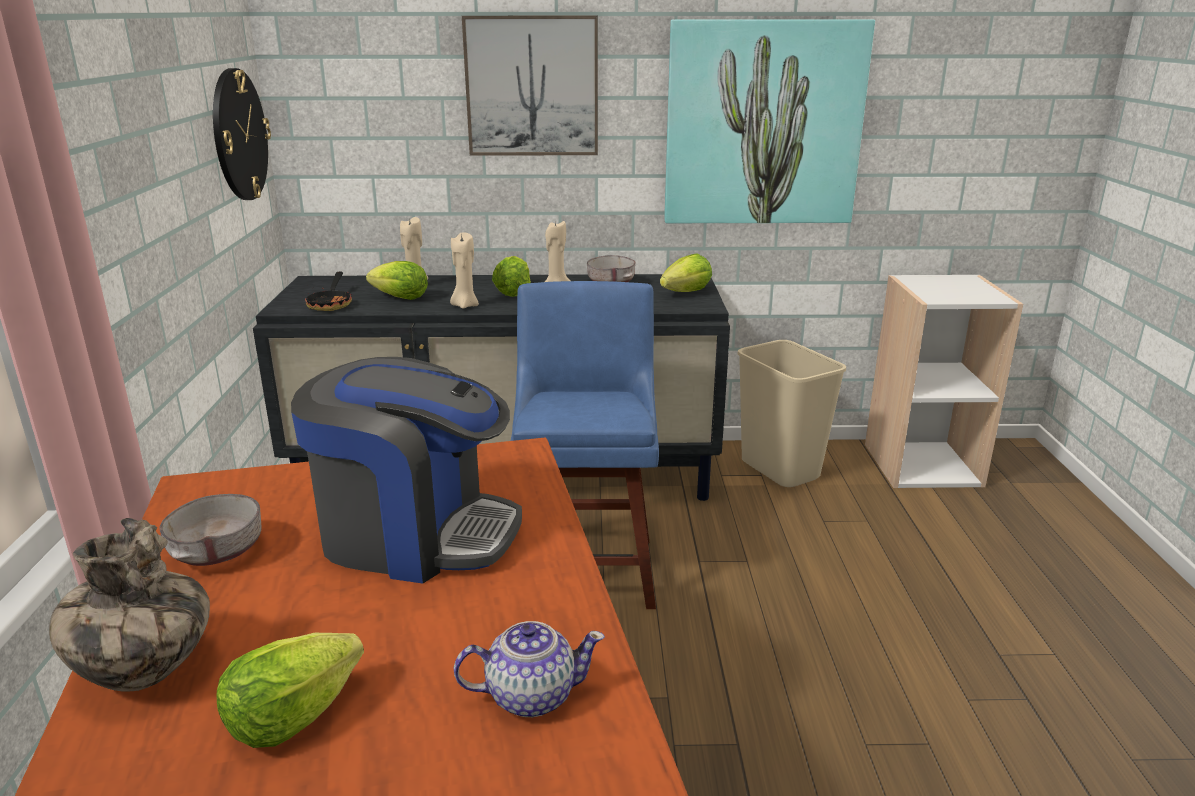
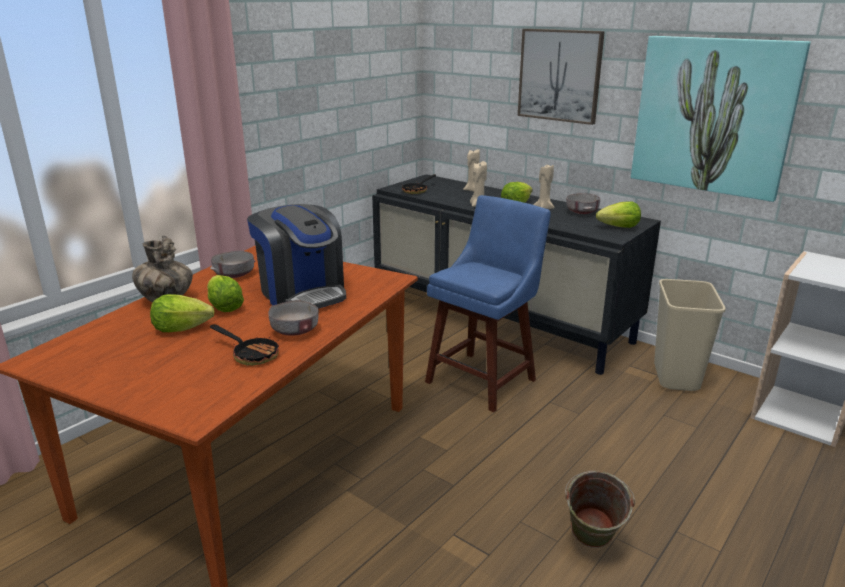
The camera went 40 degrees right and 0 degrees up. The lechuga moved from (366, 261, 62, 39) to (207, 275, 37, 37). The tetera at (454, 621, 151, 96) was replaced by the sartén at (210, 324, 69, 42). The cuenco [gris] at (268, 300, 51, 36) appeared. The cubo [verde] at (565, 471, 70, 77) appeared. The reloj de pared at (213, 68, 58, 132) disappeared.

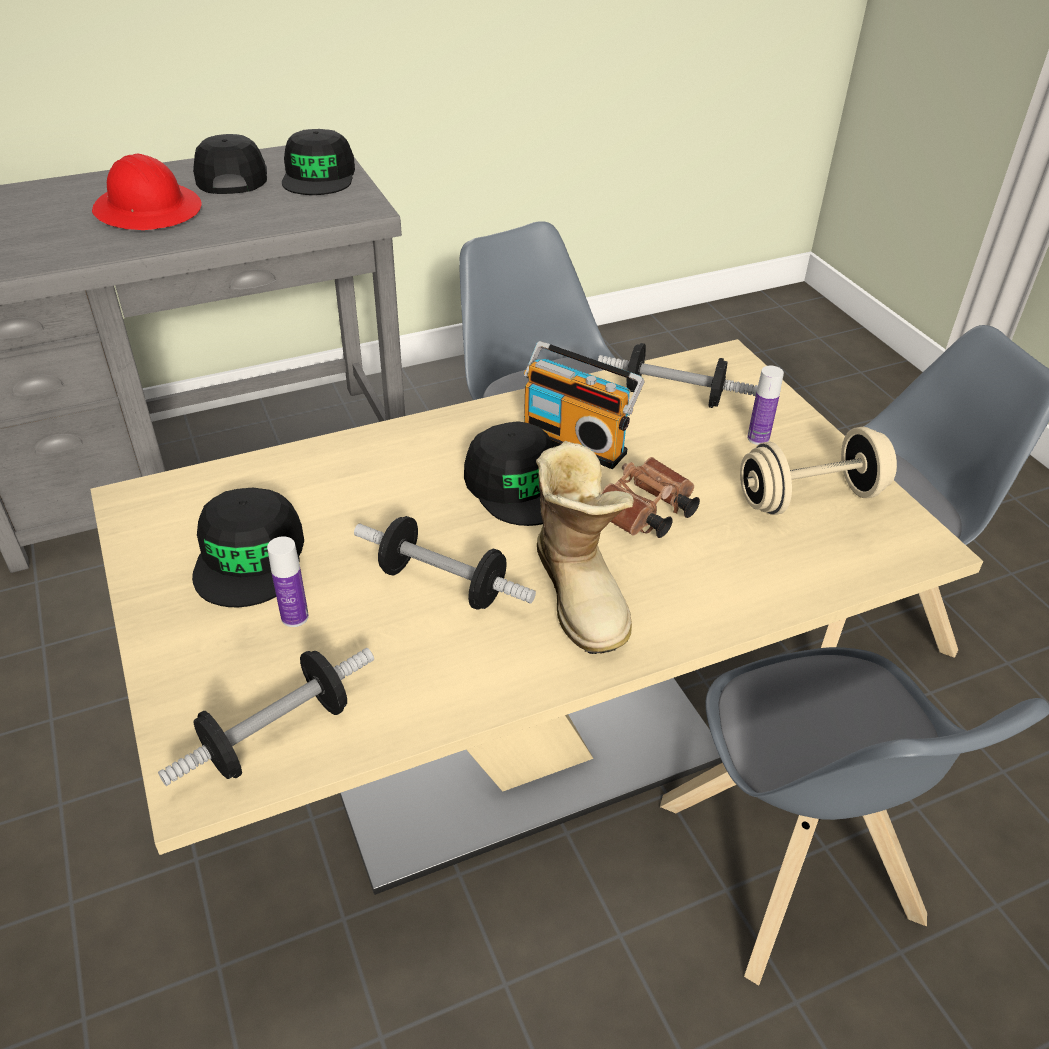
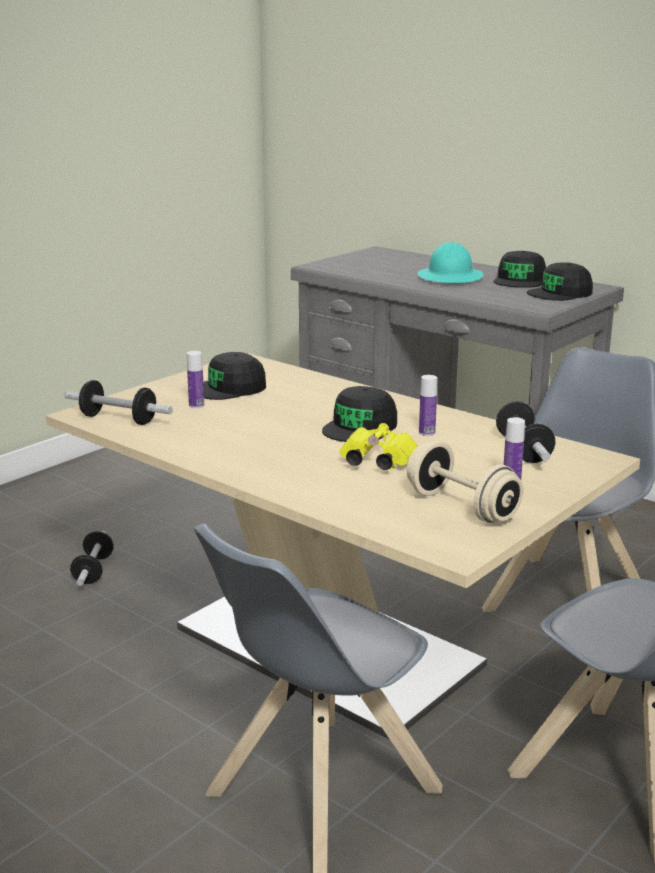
The camera went 65 degrees right and 20 degrees down. The mancuerna moved from (354, 516, 182, 94) to (70, 531, 44, 55). The prismáticos [marrón] at (601, 457, 99, 81) became the prismáticos [amarillo] at (339, 423, 79, 48). The casco [rojo] at (92, 154, 110, 76) became the casco [turquesa] at (418, 242, 65, 41). The radio at (524, 341, 120, 128) was replaced by the botella at (419, 375, 18, 61). The gorra [negro] at (193, 134, 74, 60) turned 150 degrees clockwise. The bota at (536, 441, 98, 213) disappeared.

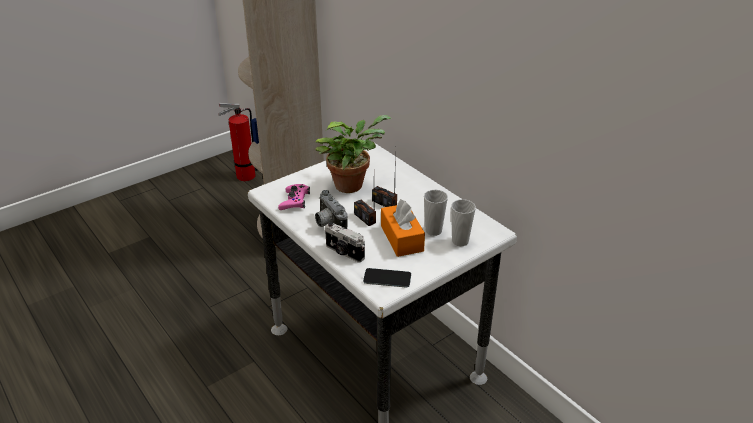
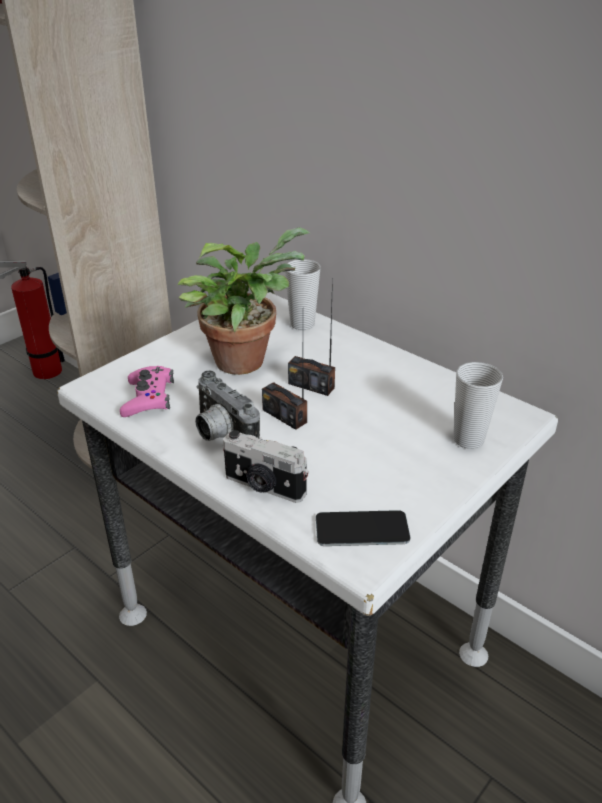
The camera went 10 degrees left and 0 degrees up. The taza moved from (424, 190, 24, 46) to (285, 259, 36, 71). The caja de pañuelos [naranja] at (381, 199, 44, 58) disappeared.

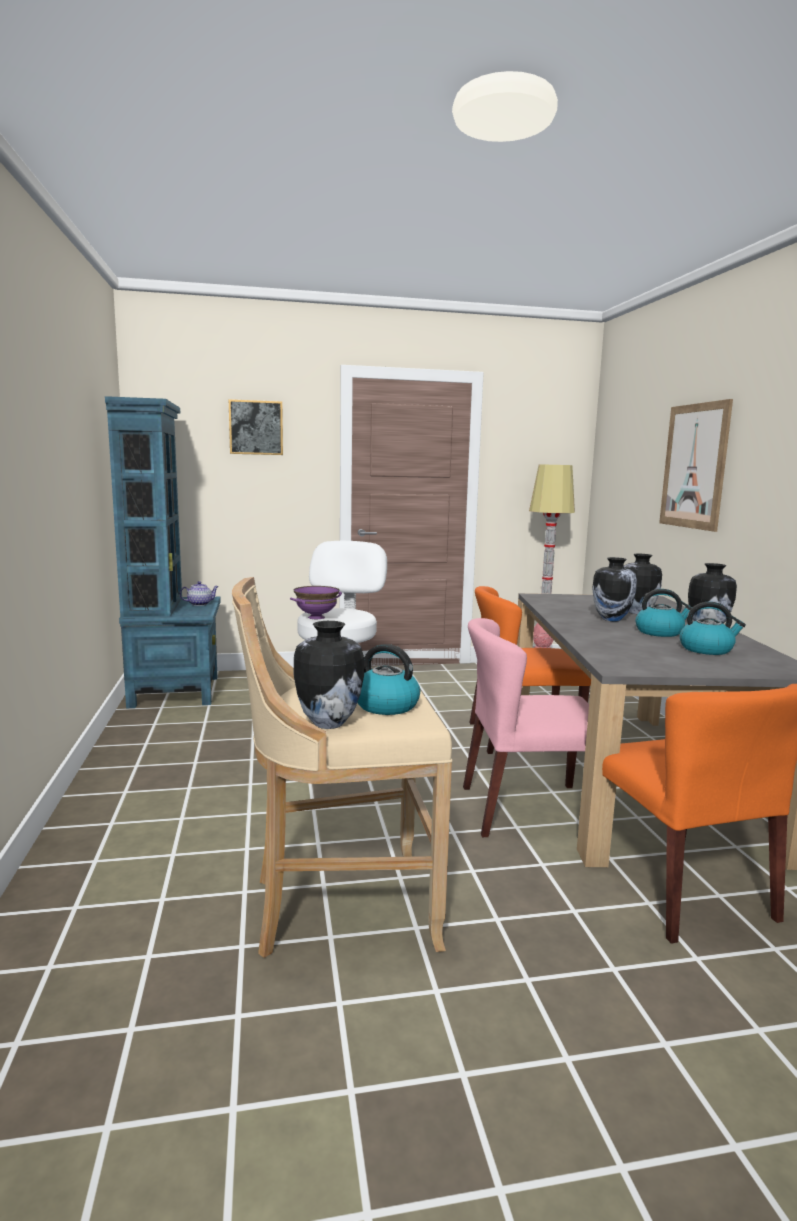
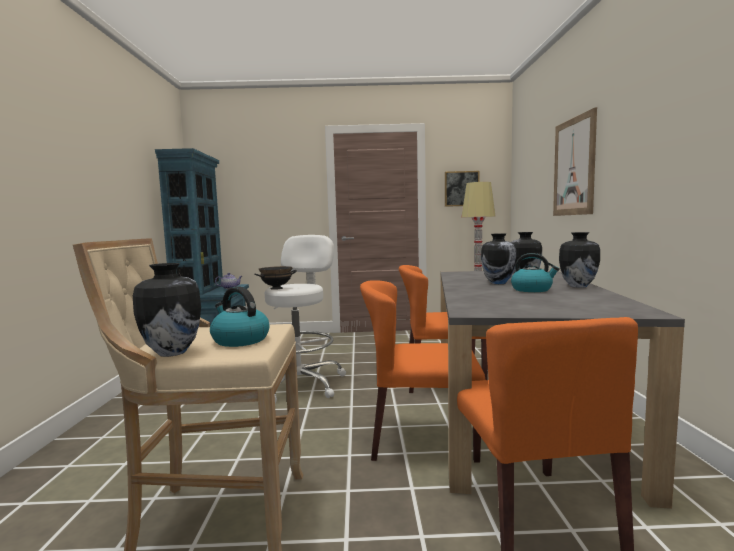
The camera went 10 degrees right and 5 degrees down. The cuenco [morado] at (290, 586, 52, 33) became the cuenco [negro] at (254, 266, 43, 24). The silla [rosa] at (463, 618, 126, 219) became the silla [naranja] at (360, 280, 126, 183). The cuadro moved from (229, 399, 54, 56) to (445, 171, 34, 36). The hervidor at (680, 602, 66, 53) disappeared.

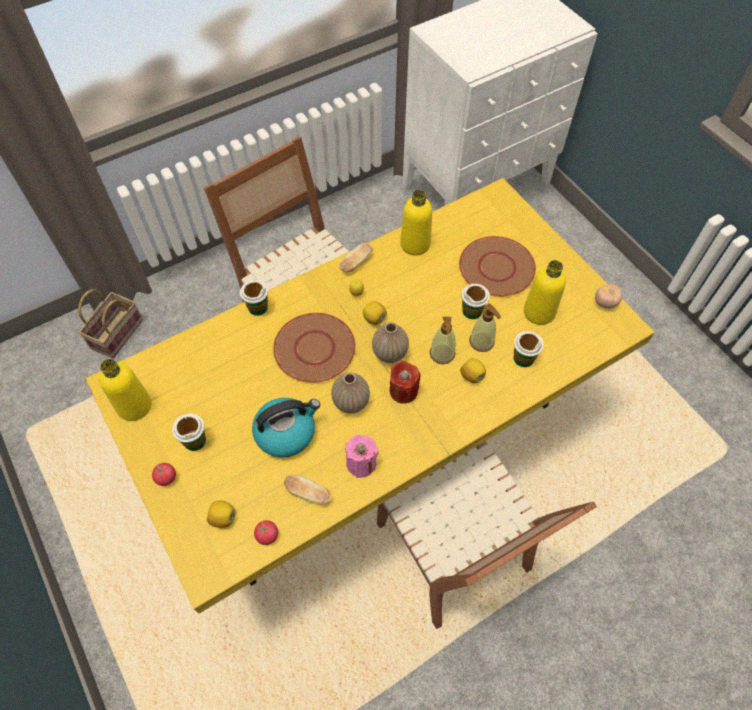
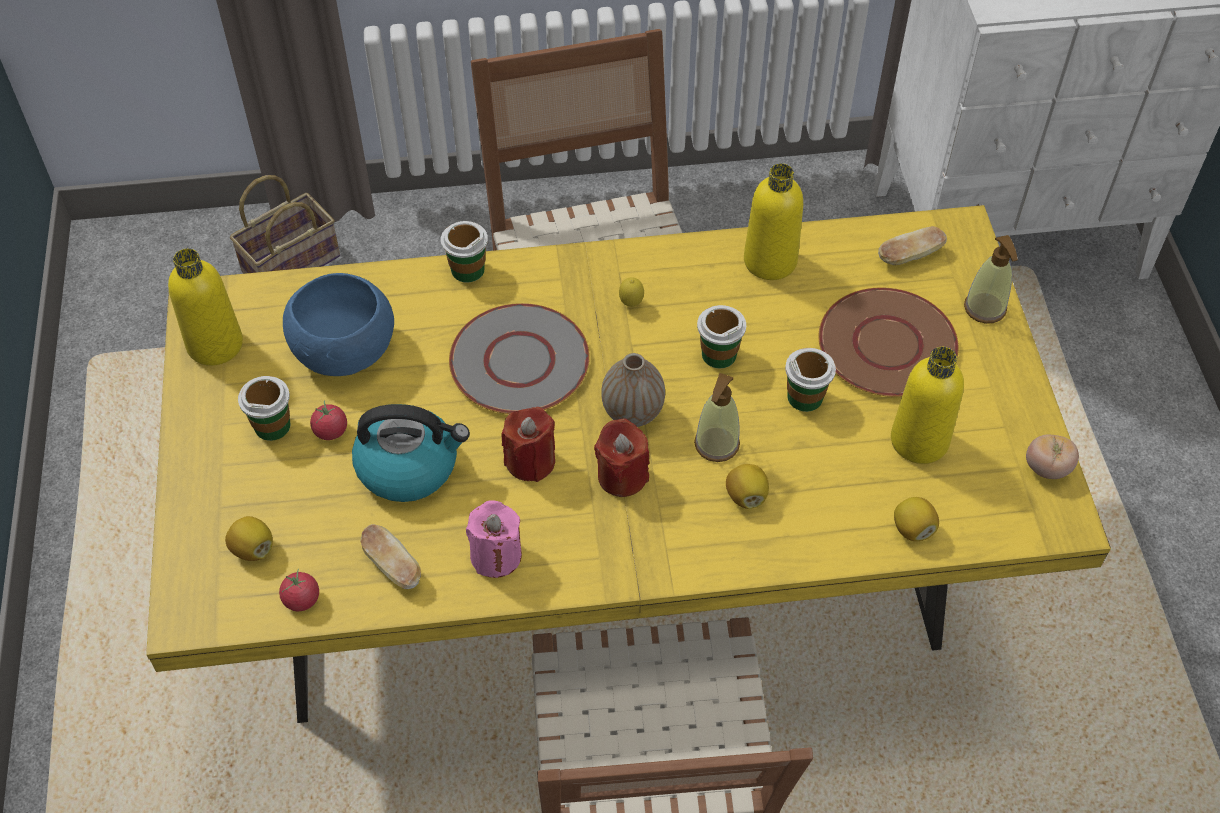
The camera went 25 degrees right and 5 degrees down. The cuenco [azul] at (283, 273, 111, 103) appeared. The tomate moved from (152, 463, 24, 23) to (310, 400, 37, 40). The plato [marrón] at (273, 313, 83, 70) became the plato [gris] at (449, 303, 141, 111). The florero at (331, 373, 39, 40) was replaced by the vela [rojo] at (502, 407, 53, 75). The taza moved from (513, 331, 31, 36) to (697, 305, 49, 64). The pan moved from (339, 243, 34, 29) to (878, 226, 69, 39). The limón moved from (363, 301, 24, 24) to (894, 497, 45, 44). The dispensador de jabón moved from (469, 303, 32, 49) to (964, 235, 54, 89).

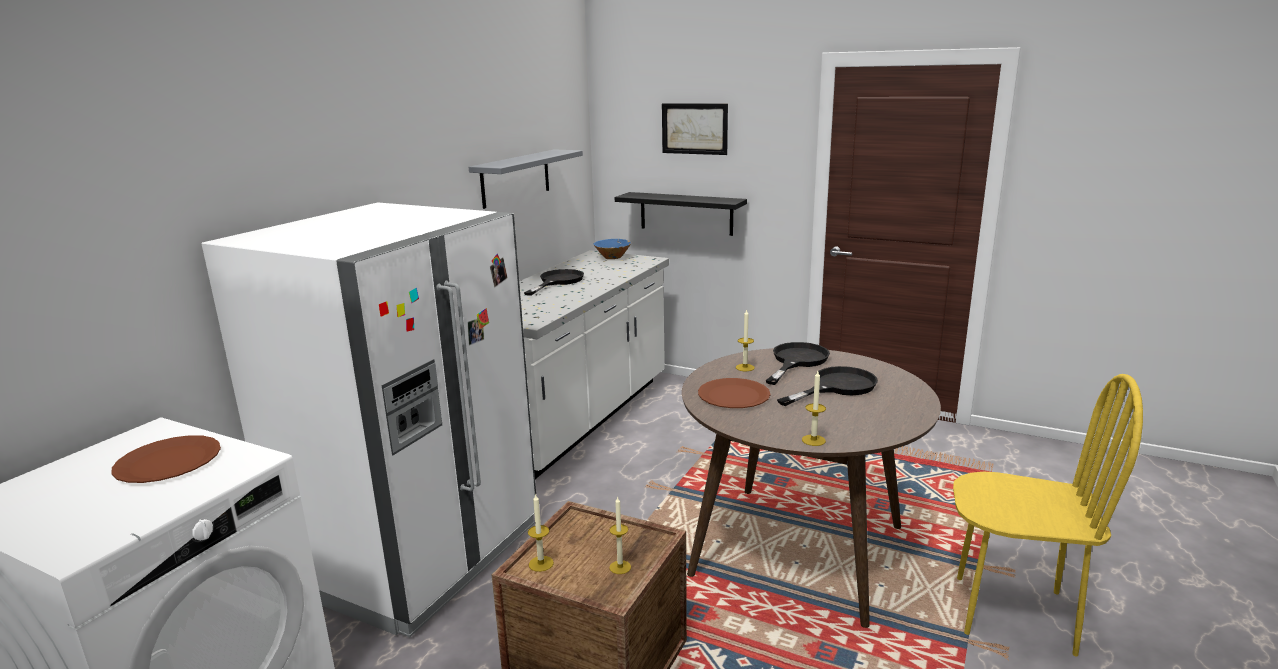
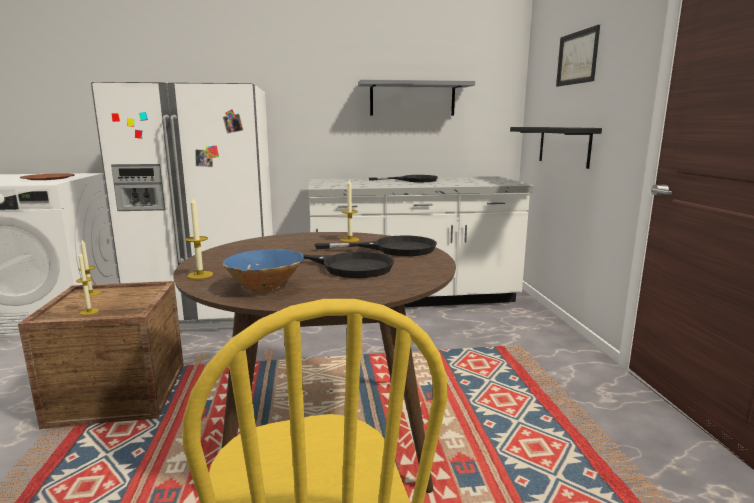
The camera went 55 degrees right and 5 degrees down. The cuenco [azul] moved from (594, 239, 37, 20) to (223, 249, 81, 43). The plato [marrón] at (698, 378, 72, 30) disappeared.

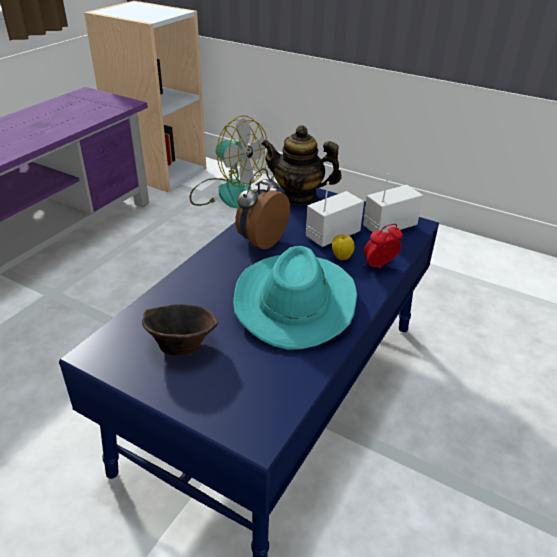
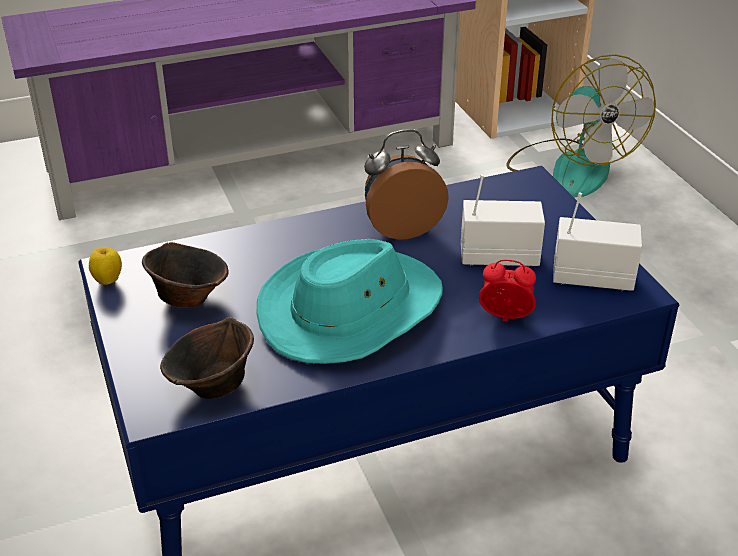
The camera went 40 degrees right and 0 degrees up. The manzana moved from (332, 235, 23, 25) to (89, 247, 33, 38). The cuenco [marrón] at (160, 317, 94, 82) appeared. The tetera at (261, 125, 81, 80) disappeared.

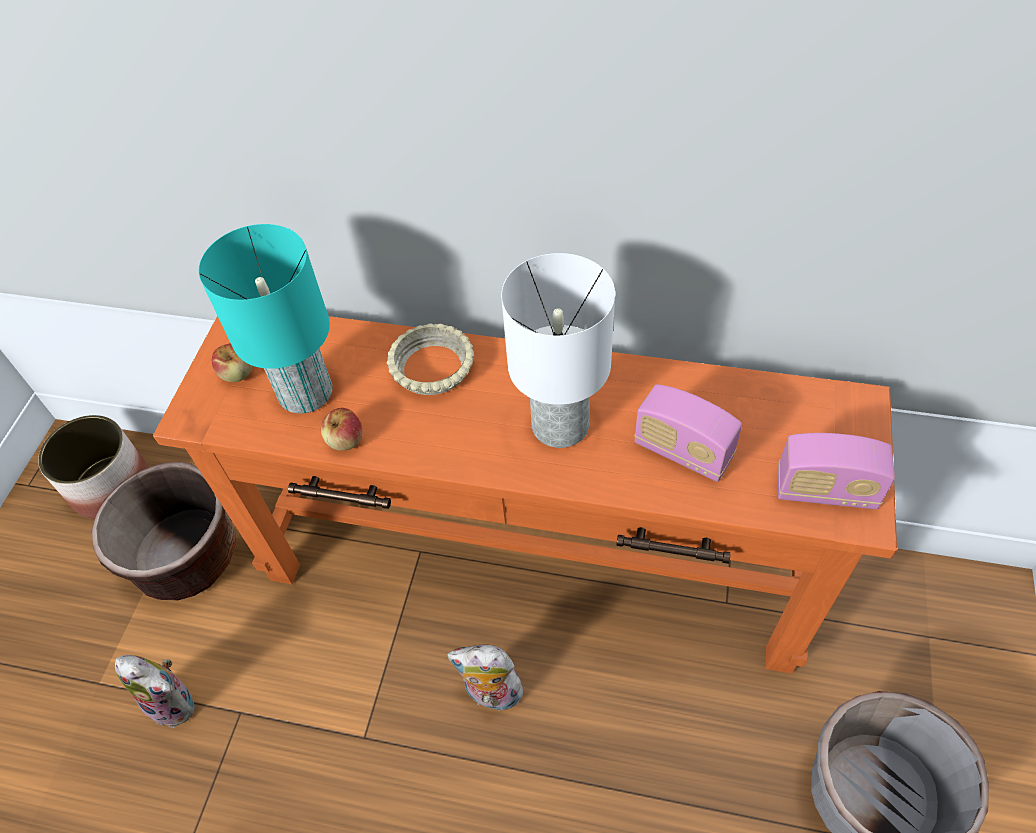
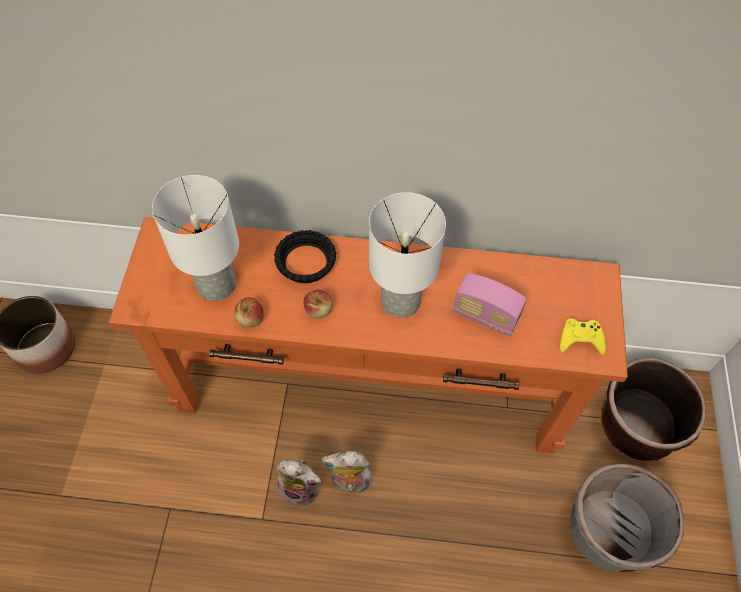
The camera went 10 degrees left and 5 degrees up. The lámpara de mesa [turquesa] at (199, 224, 133, 190) became the lámpara de mesa [blanco] at (152, 175, 87, 126). The cuenco [beis] at (387, 323, 87, 72) became the cuenco [negro] at (274, 230, 62, 53). The peluche moved from (115, 655, 80, 73) to (277, 459, 44, 49). The manzana moved from (212, 343, 41, 39) to (303, 290, 29, 28). The radio at (777, 433, 118, 76) was replaced by the mando de consola [amarillo] at (560, 318, 46, 37). The maceta [marrón] moved from (92, 462, 144, 139) to (602, 357, 104, 104).

